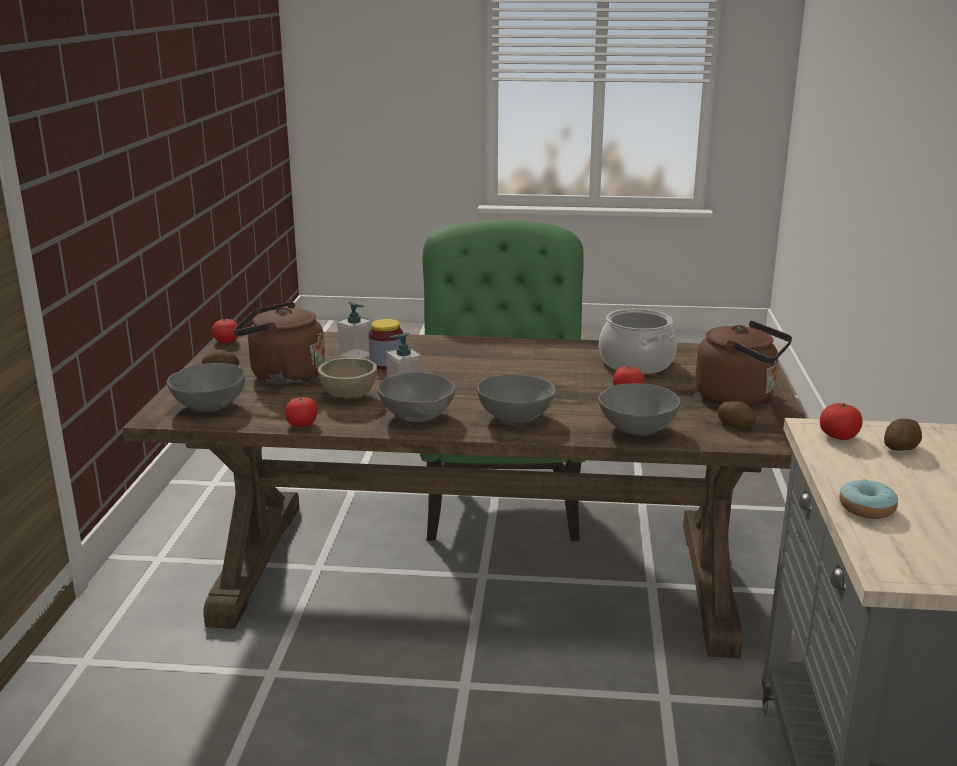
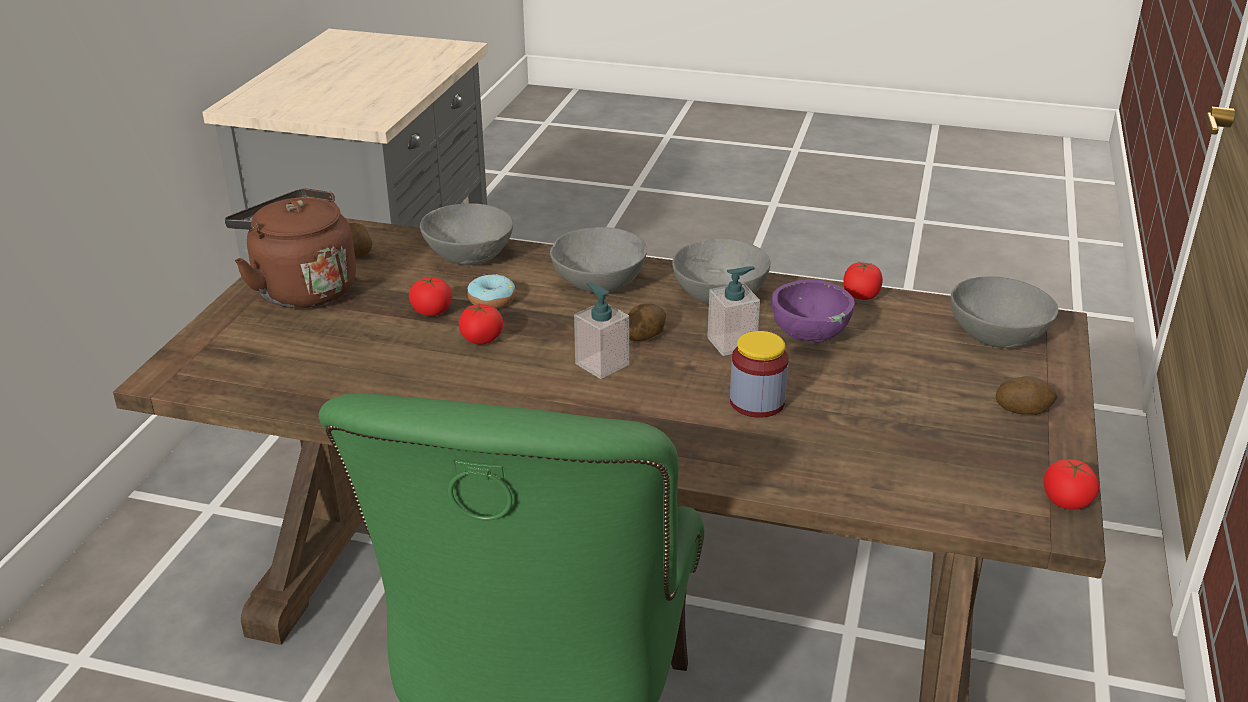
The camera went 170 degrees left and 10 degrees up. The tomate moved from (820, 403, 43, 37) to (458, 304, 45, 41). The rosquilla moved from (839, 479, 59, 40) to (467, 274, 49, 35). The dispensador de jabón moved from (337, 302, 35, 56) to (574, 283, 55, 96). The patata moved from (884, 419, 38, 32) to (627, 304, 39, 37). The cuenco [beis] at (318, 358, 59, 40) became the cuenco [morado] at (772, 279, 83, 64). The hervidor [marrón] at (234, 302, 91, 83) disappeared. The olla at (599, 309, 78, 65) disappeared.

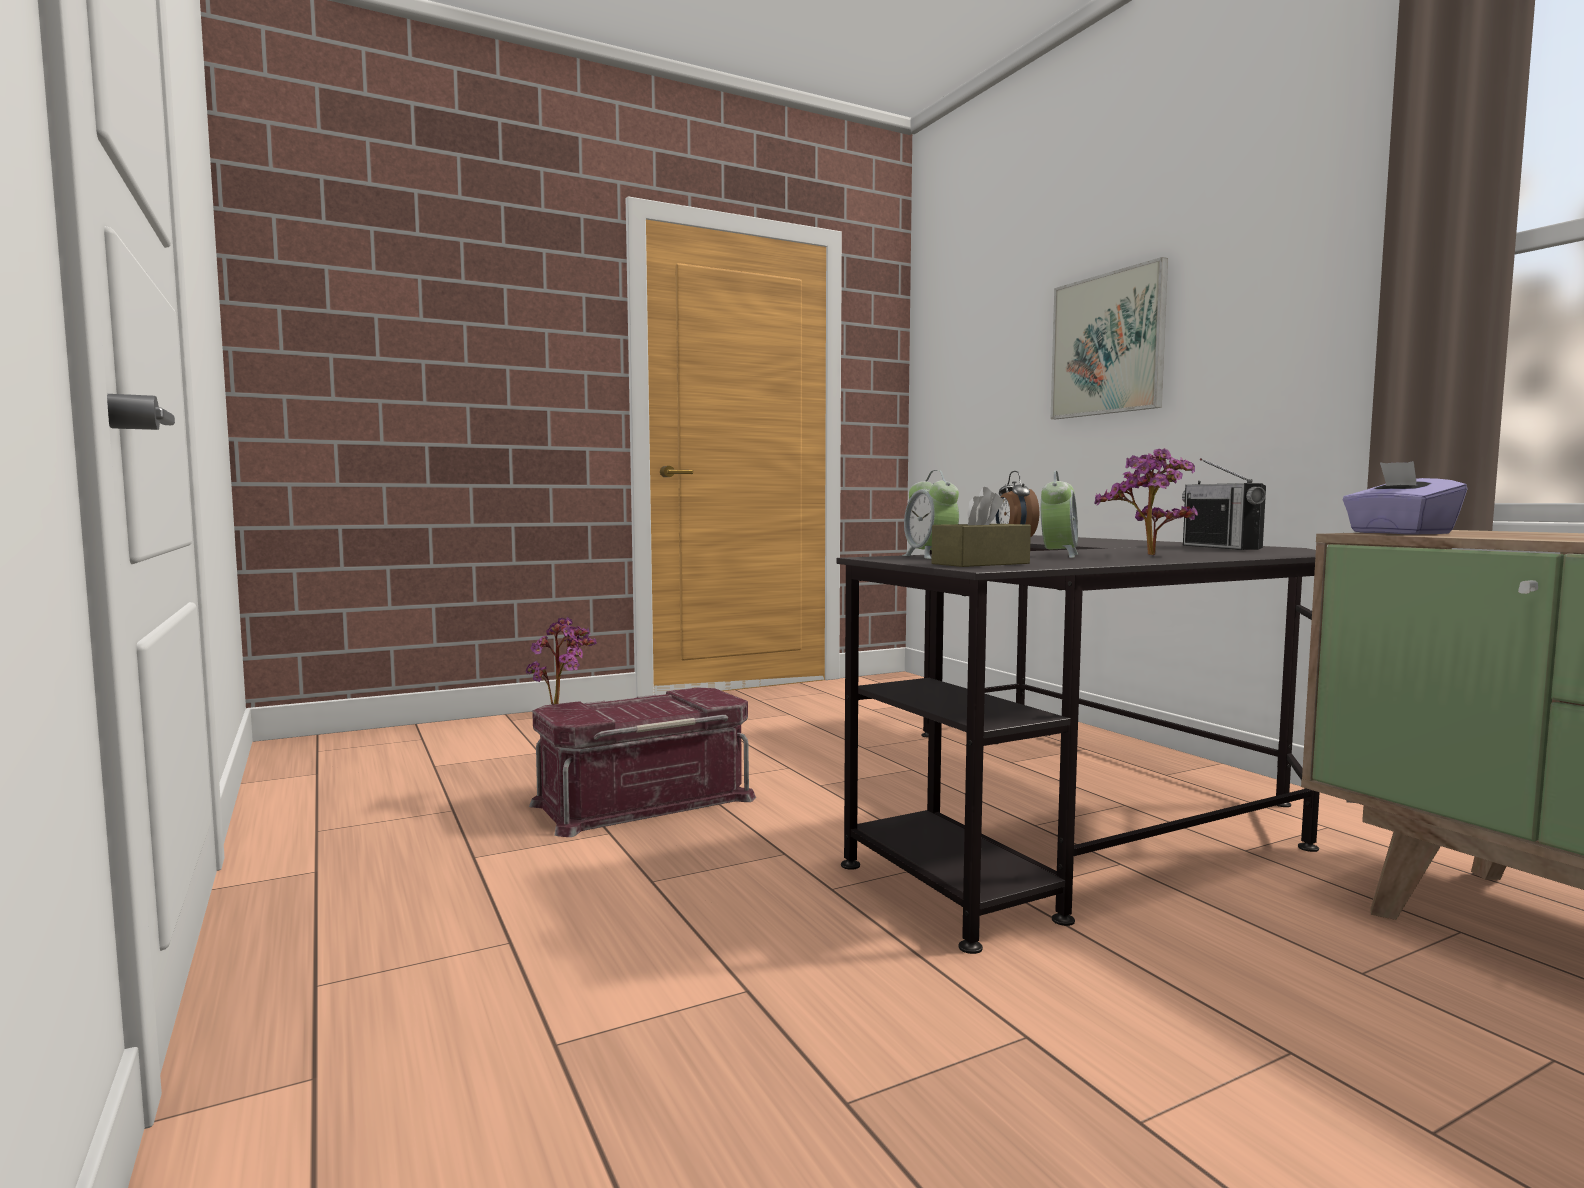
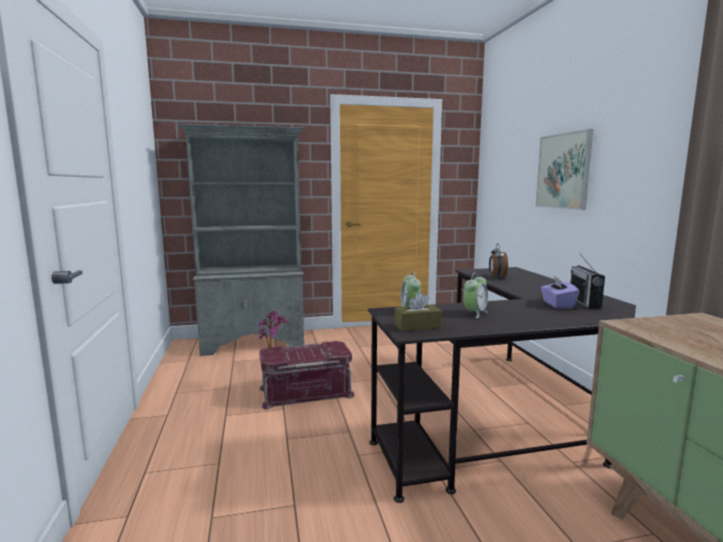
The camera went 15 degrees right and 5 degrees up. The estantería [gris] at (178, 124, 126, 232) appeared. The caja de pañuelos [morado] moved from (1343, 461, 124, 74) to (541, 275, 38, 34). The planta en maceta at (1094, 448, 104, 107) disappeared.

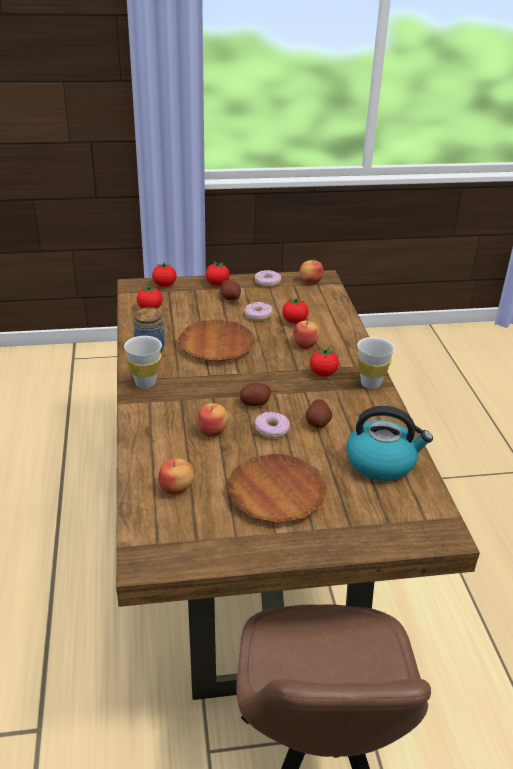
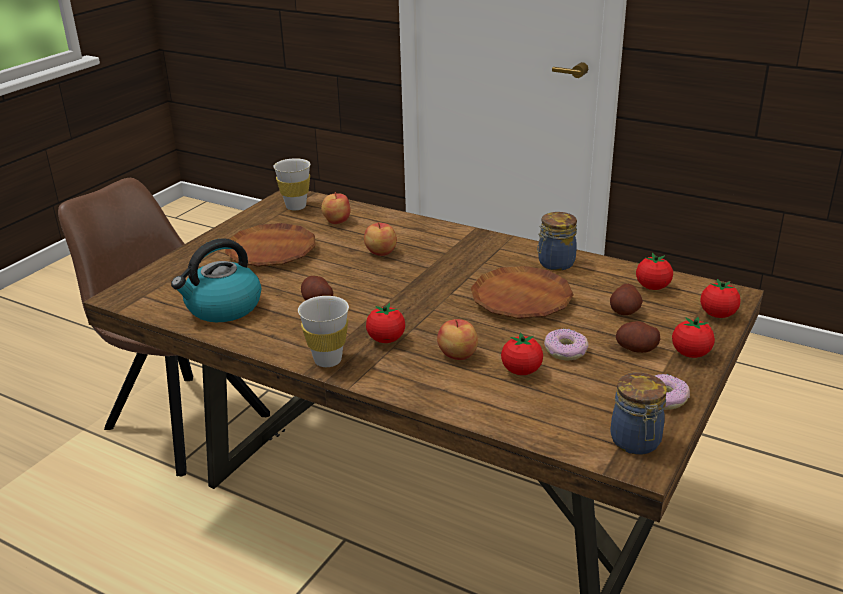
The camera went 130 degrees right and 5 degrees down. The taza [blanco] moved from (124, 336, 38, 52) to (273, 158, 38, 52). The patata moved from (240, 383, 31, 23) to (610, 284, 33, 31). The manzana at (300, 259, 23, 25) was replaced by the tarro at (610, 373, 57, 82). The rosquilla at (254, 412, 36, 27) disappeared.

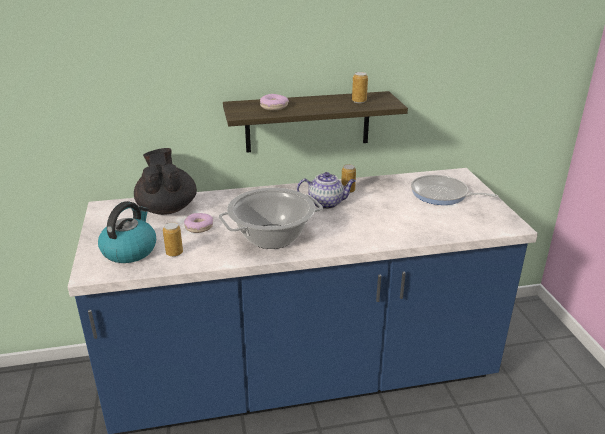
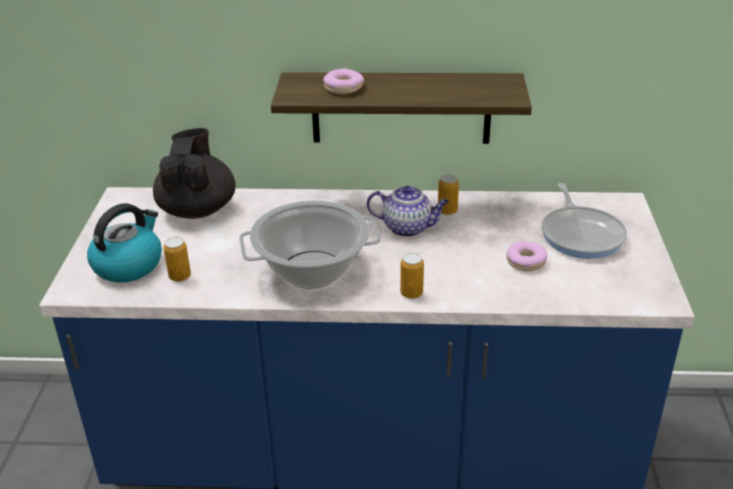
The camera went 15 degrees right and 5 degrees up. The lata moved from (352, 72, 16, 31) to (400, 253, 24, 46). The rosquilla moved from (184, 213, 29, 20) to (506, 242, 41, 29). The sartén at (411, 175, 88, 30) turned 135 degrees counterclockwise.

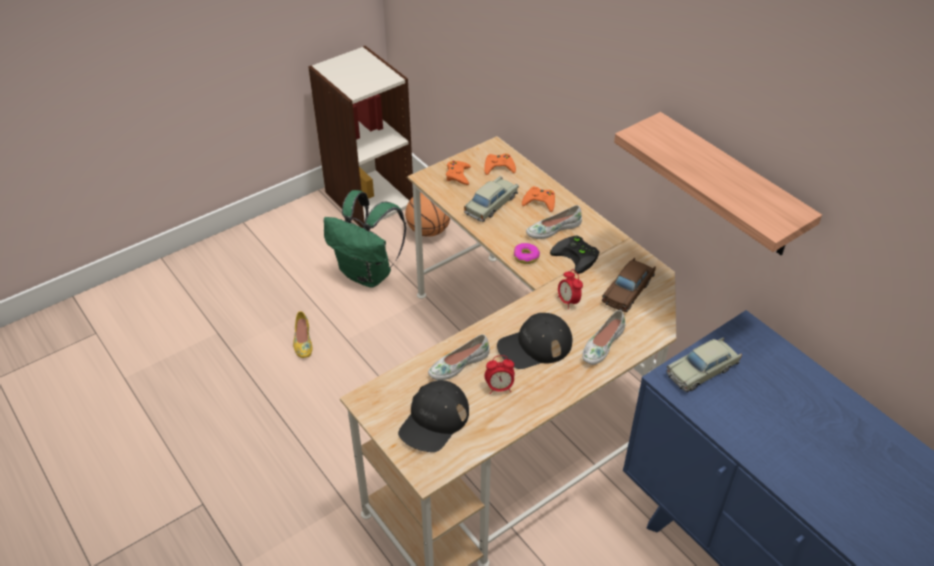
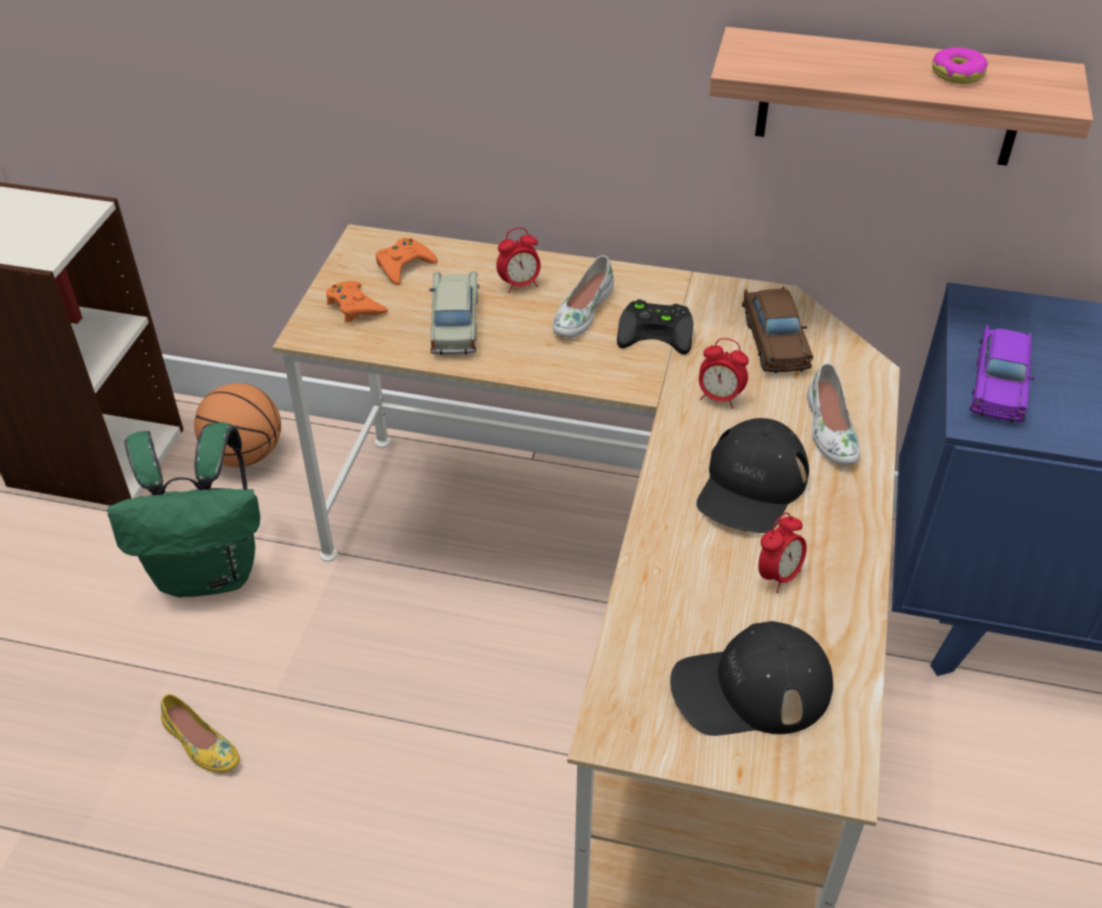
The camera went 40 degrees left and 0 degrees up. The mando de consola [naranja] at (522, 186, 33, 26) was replaced by the despertador at (496, 227, 45, 66). The gorra [negro] at (398, 380, 71, 72) turned 90 degrees clockwise. The rosquilla moved from (514, 243, 26, 21) to (932, 48, 56, 36). The coche de juguete [beis] at (666, 338, 76, 54) became the coche de juguete [morado] at (969, 325, 65, 98). The zapato [blanco] at (428, 334, 62, 46) disappeared.

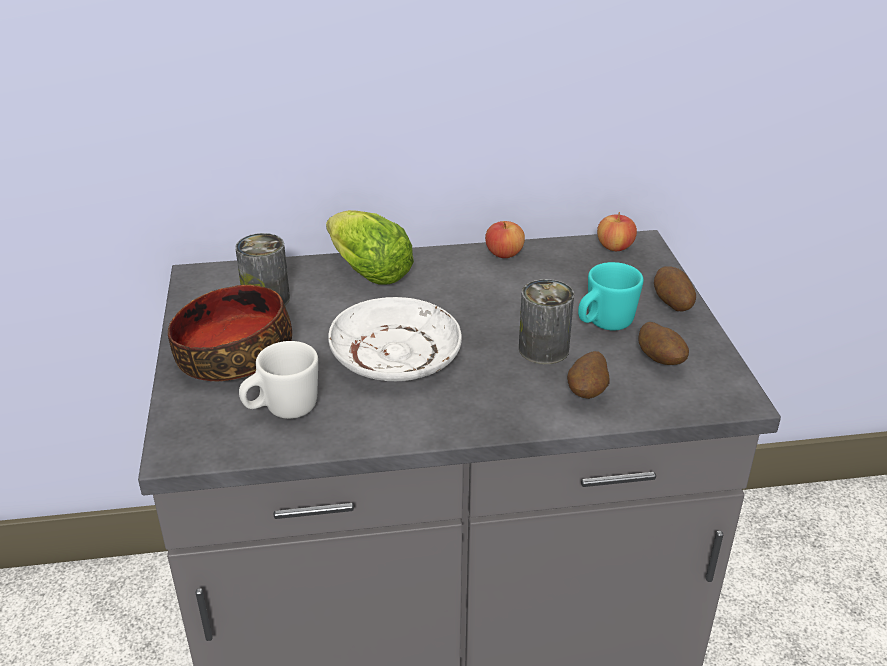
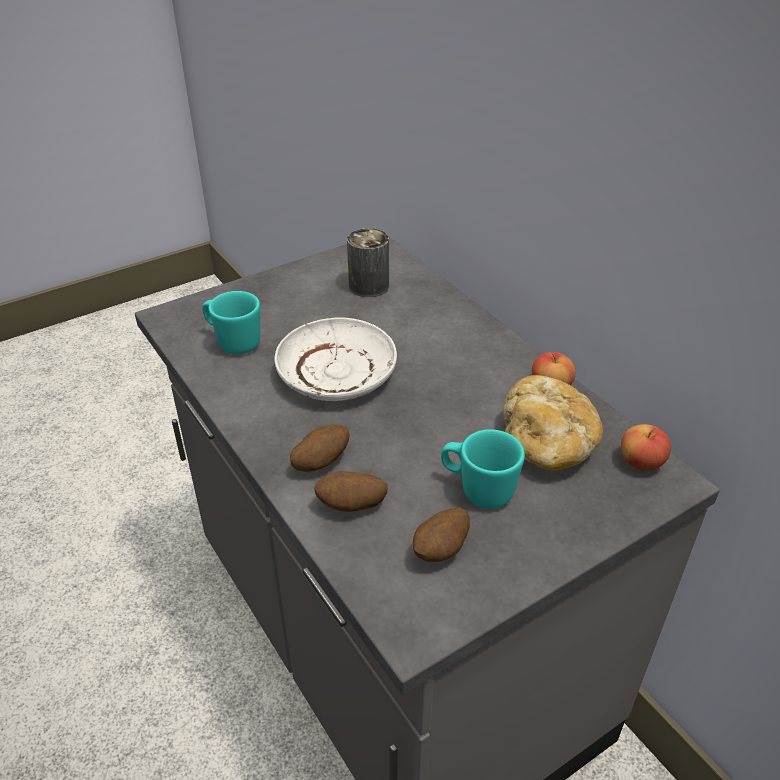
The camera went 65 degrees right and 5 degrees up. The taza grande [blanco] at (239, 341, 79, 78) became the taza grande [turquesa] at (202, 291, 58, 64). The patata moved from (654, 266, 42, 46) to (290, 424, 59, 48). The pan at (503, 375, 100, 96) appeared. The cuenco at (168, 285, 124, 96) disappeared. The lechuga at (326, 210, 88, 74) disappeared. The lata at (519, 279, 55, 85) disappeared.

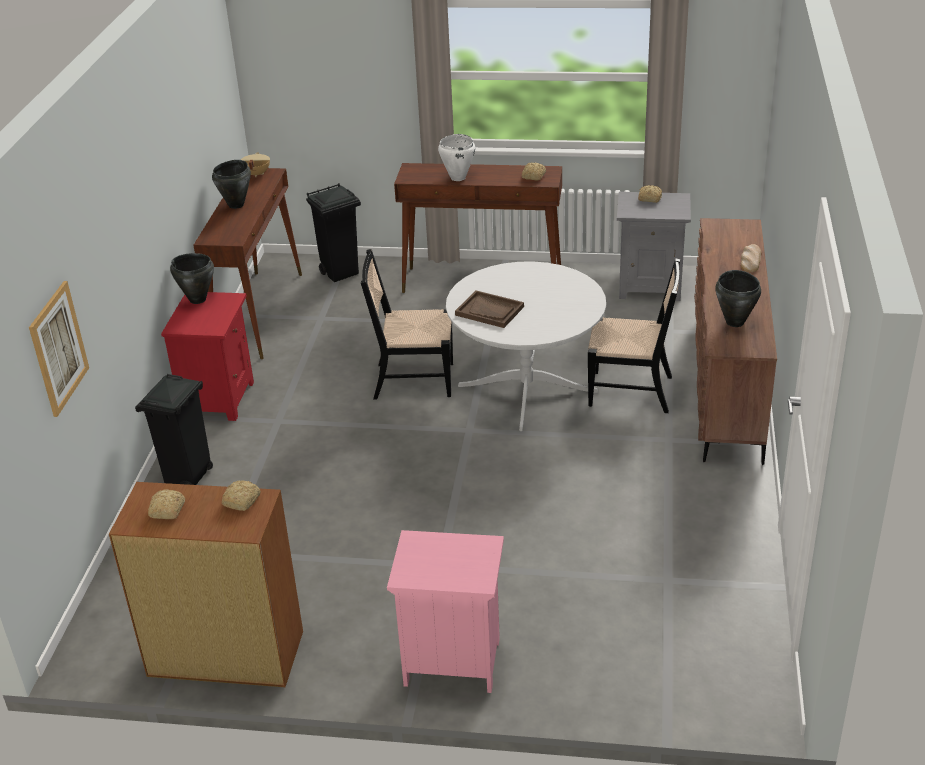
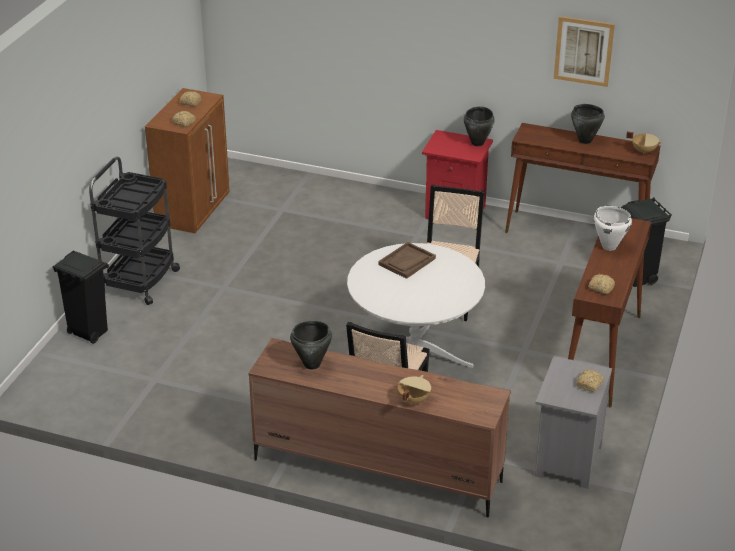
The camera went 100 degrees right and 0 degrees up. The papelera [negro] moved from (135, 374, 78, 111) to (53, 251, 56, 93). The mesita de noche [rosa] at (387, 530, 117, 163) was replaced by the carrito [negro] at (89, 157, 91, 148). The pan at (741, 244, 20, 28) was replaced by the olla [beis] at (398, 375, 33, 30). The cuadro moved from (29, 281, 60, 136) to (554, 16, 61, 71).

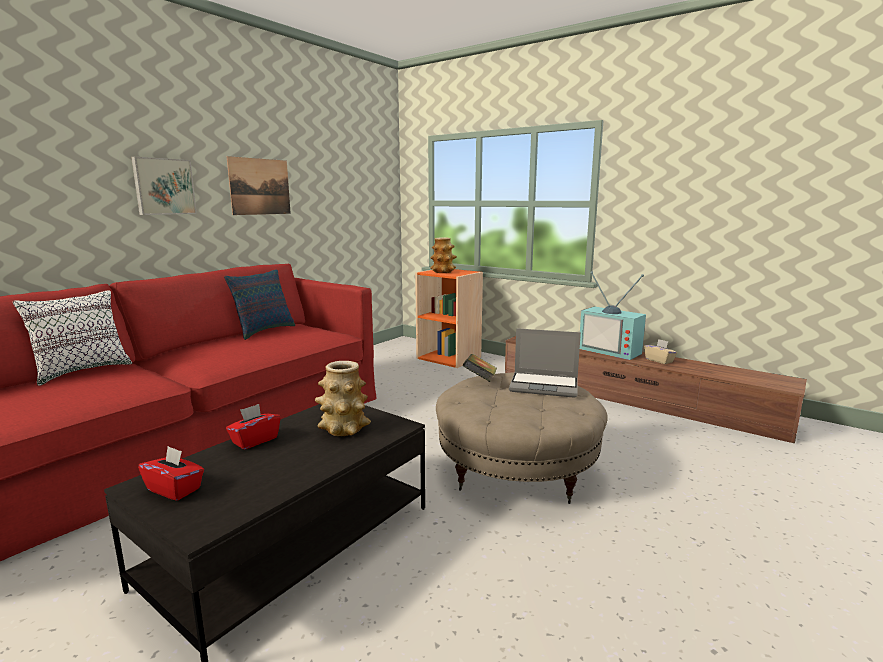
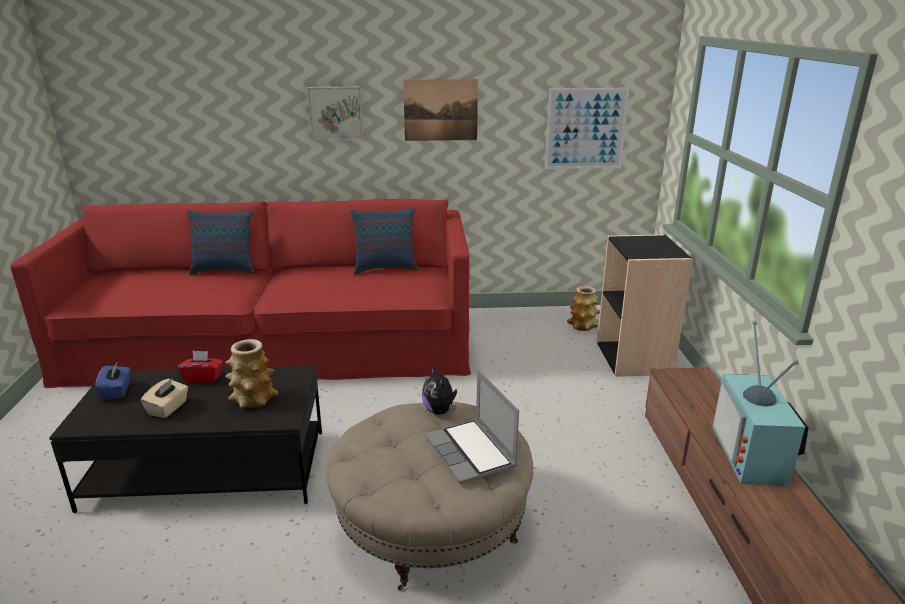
The camera went 50 degrees right and 10 degrees up. The caja de pañuelos [rojo] at (138, 446, 66, 55) became the caja de pañuelos [azul] at (95, 361, 35, 39). The caja de pañuelos [beis] moved from (644, 339, 33, 25) to (141, 378, 47, 40). The cojín [blanco] at (13, 290, 119, 96) became the cojín [azul] at (187, 210, 68, 65). The libro at (463, 354, 34, 28) was replaced by the peluche at (422, 366, 35, 49). The cuadro at (545, 88, 85, 81) appeared. The florero moved from (430, 237, 27, 36) to (567, 286, 33, 45). The estantería [naranja] at (415, 269, 68, 99) became the estantería [negro] at (597, 234, 96, 143).

